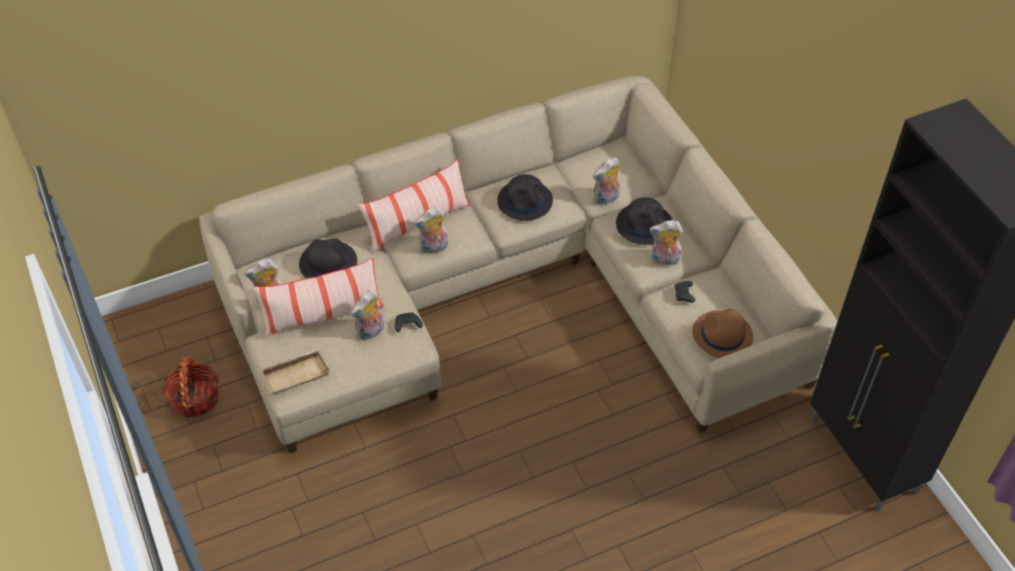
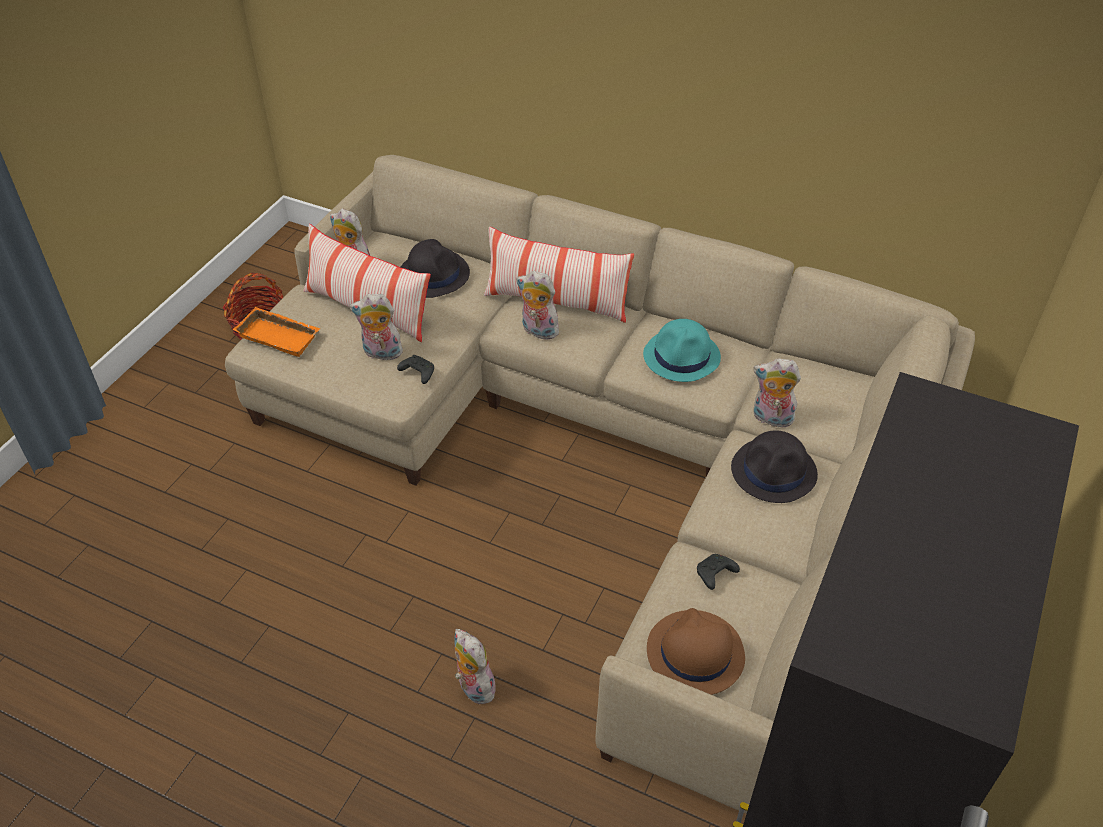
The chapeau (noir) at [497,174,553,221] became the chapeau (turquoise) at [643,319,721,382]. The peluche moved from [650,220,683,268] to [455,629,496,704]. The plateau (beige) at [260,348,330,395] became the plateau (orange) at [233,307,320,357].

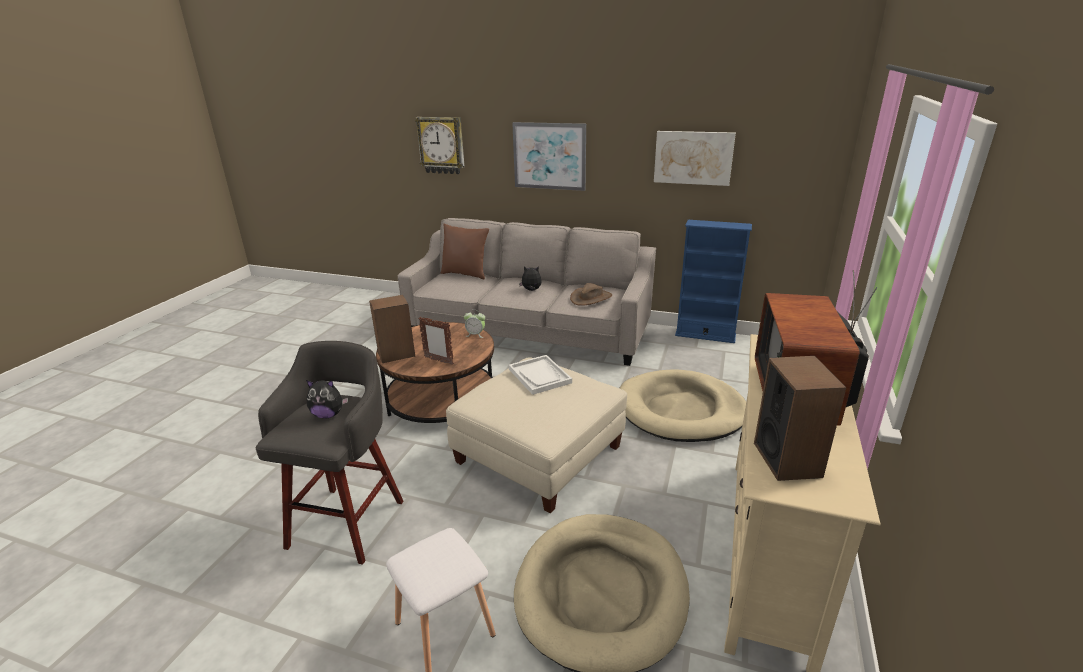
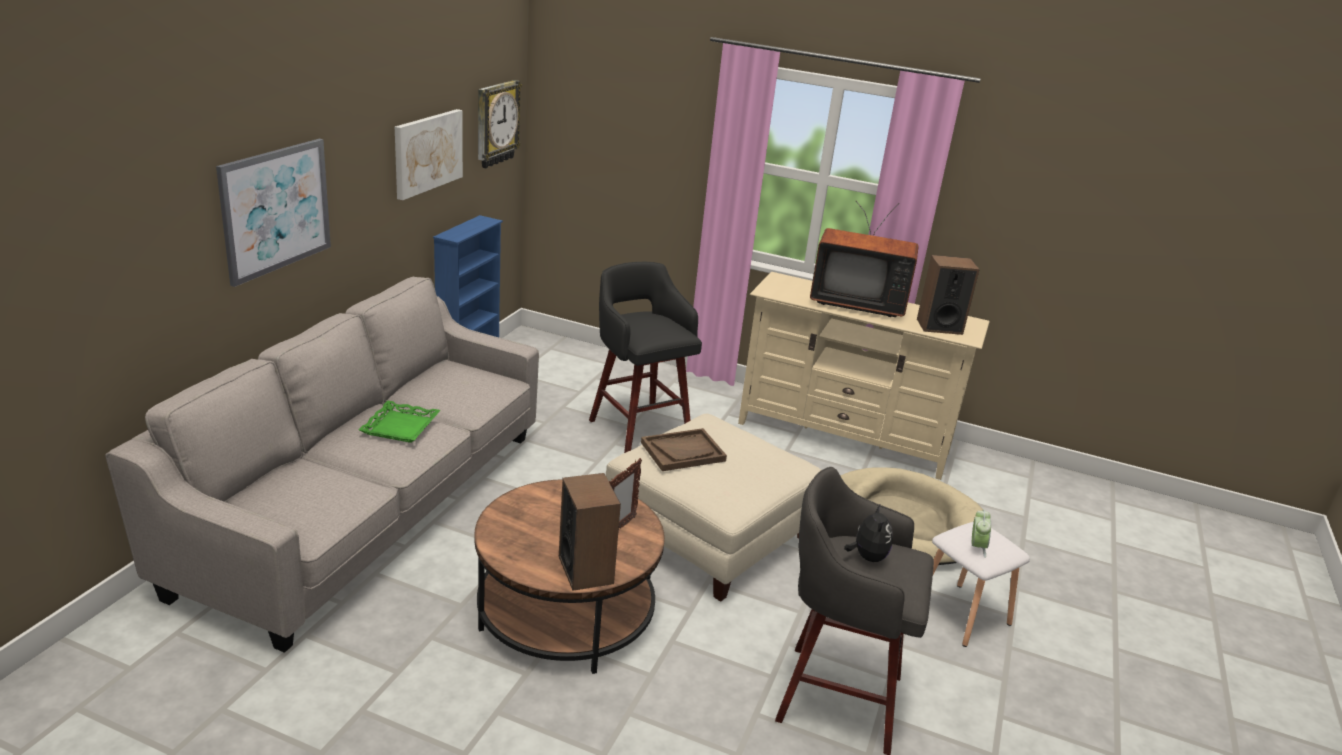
The horloge murale moved from [415,117,465,174] to [478,80,522,168]. The coussin (marron) at [441,224,489,279] disappeared. The peluche at [519,266,542,291] was replaced by the plateau (vert) at [358,401,441,443]. The chapeau (marron) at [570,283,612,306] disappeared. The réveil moved from [464,312,485,338] to [972,509,991,558]. The plateau (blanc) at [509,355,572,395] became the plateau (marron) at [641,428,727,471]. The panier pour chien (beige) at [619,369,746,442] was replaced by the tabouret (noir) at [589,262,702,453].

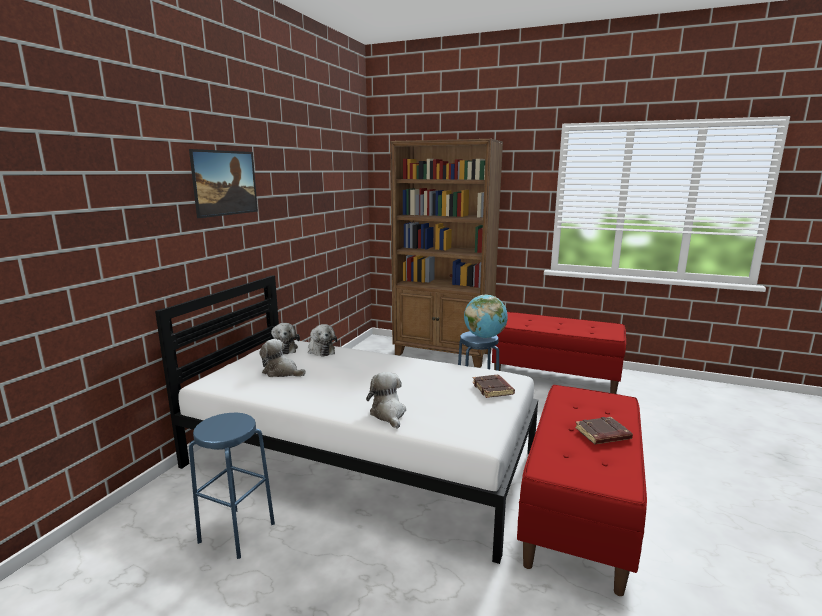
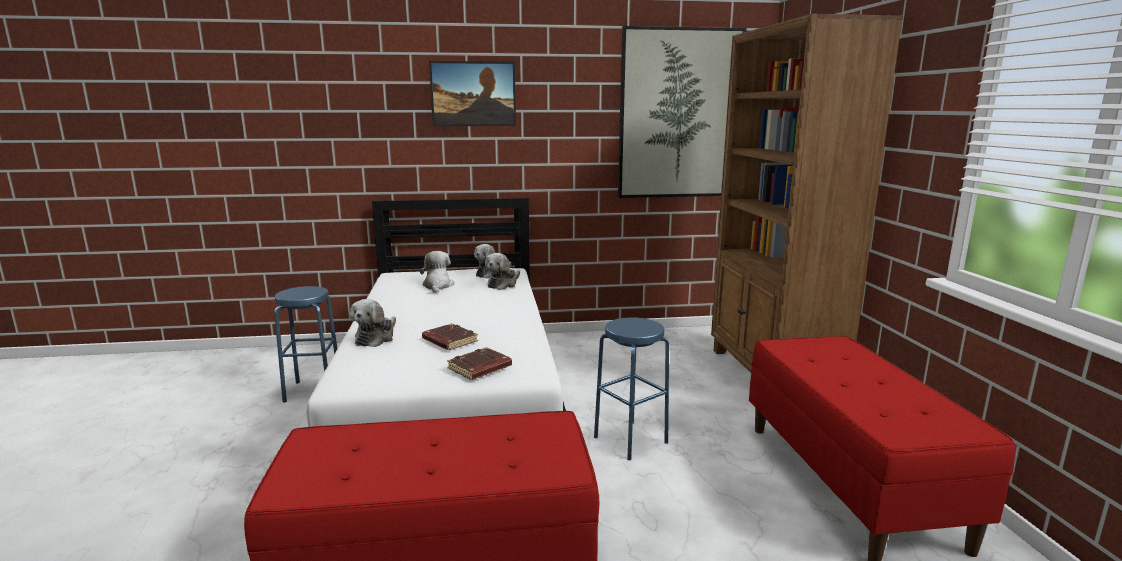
The globe at [464,295,508,338] disappeared. The peluche at [366,372,406,429] turned 150 degrees clockwise. The livre (marron) moved from [575,417,633,445] to [422,324,478,350]. The tableau at [618,26,747,198] appeared.

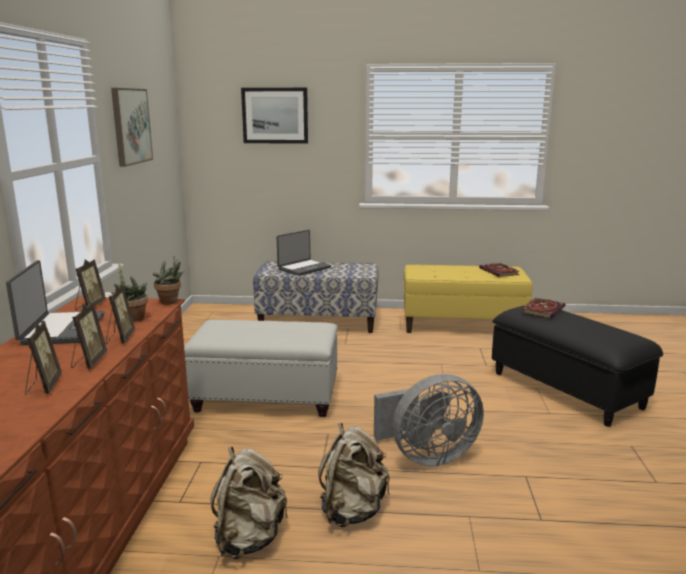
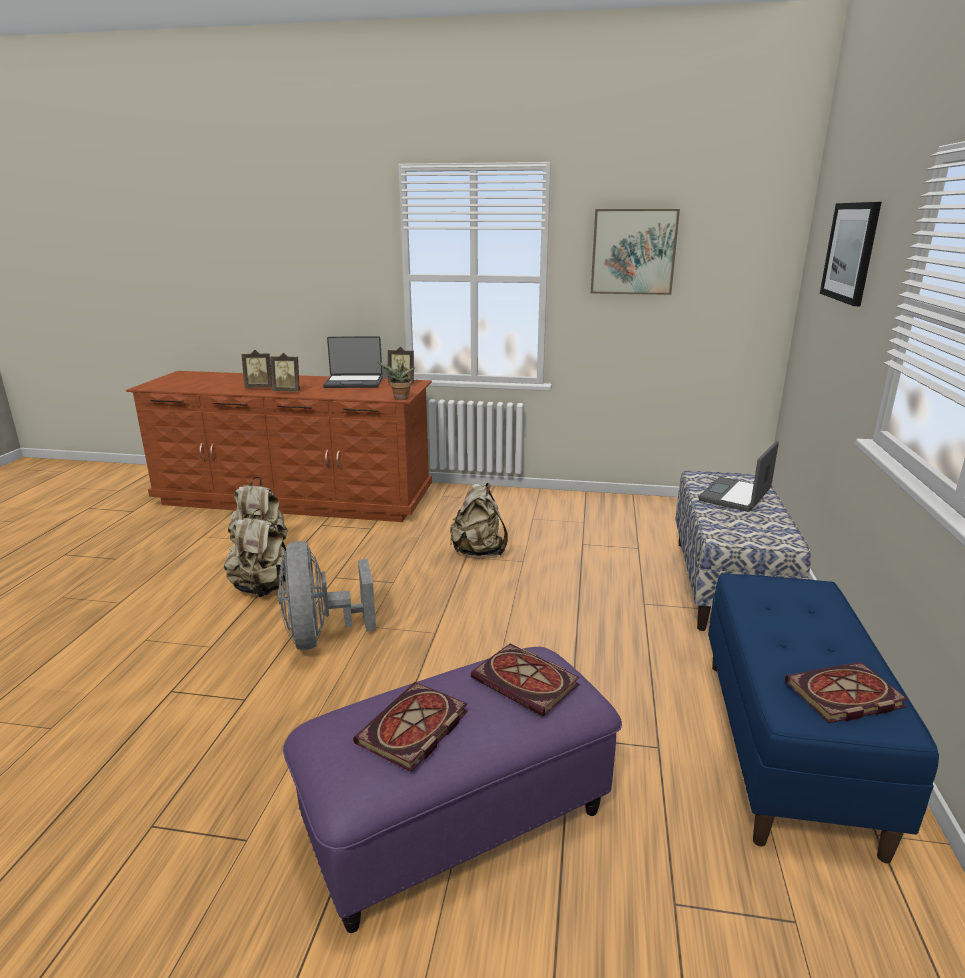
The ordinateur portable at [277,230,331,276] turned 75 degrees clockwise. The plante en pot at [111,262,148,322] disappeared. The banc (jaune) at [404,265,533,333] became the banc (bleu) at [708,573,939,863]. The cadre photo at [106,284,135,344] disappeared. The pouf (noir) at [492,306,663,427] became the pouf (violet) at [283,647,622,933]. The pouf (blanc) at [184,320,337,417] was replaced by the sac à dos (beige) at [450,483,508,556]. The livre at [353,682,468,772] appeared.

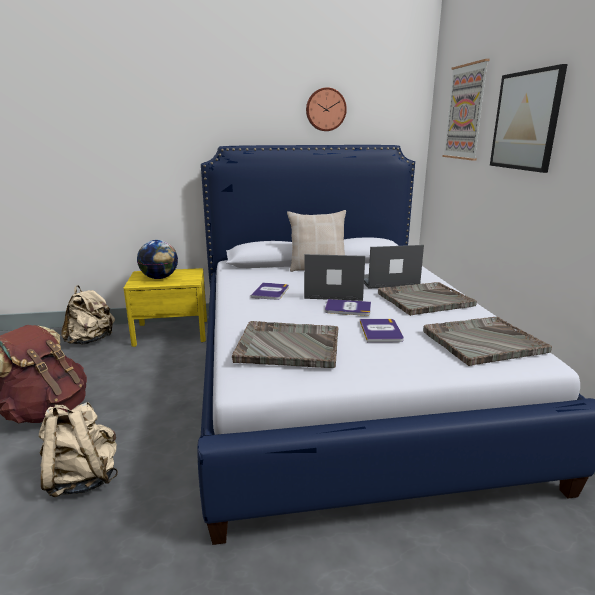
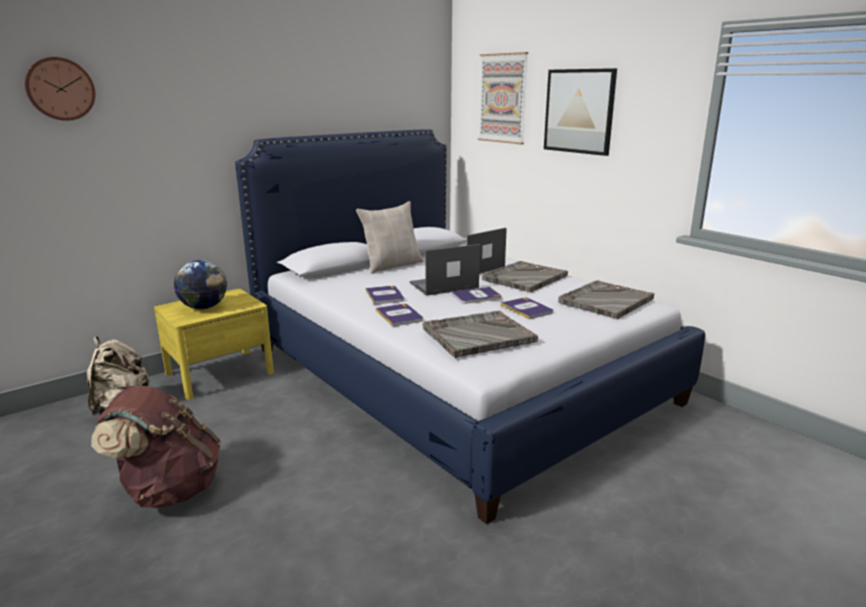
The horloge murale moved from [306,87,347,131] to [25,57,95,121]. The sac à dos (beige) at [39,402,118,497] disappeared. The livre at [376,304,423,327] appeared.

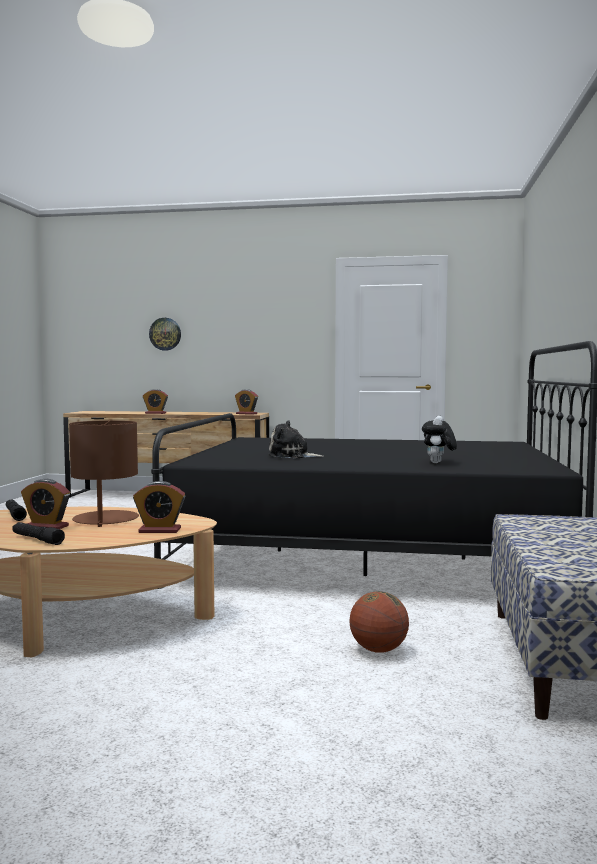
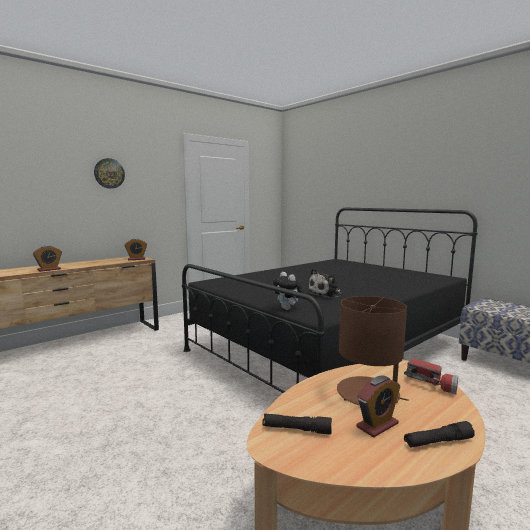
The horloge murale moved from [149,318,181,351] to [94,158,125,189]. The peluche moved from [422,416,457,463] to [272,272,304,310]. The réveil at [133,481,185,533] was replaced by the lampe de poche at [404,358,458,395]. The ballon de basket at [349,591,409,653] disappeared.

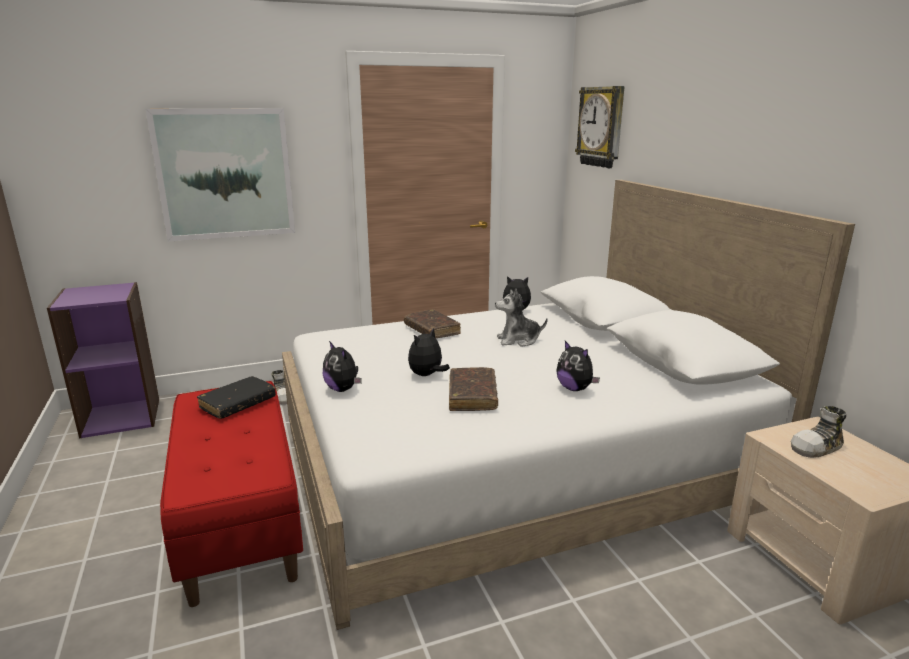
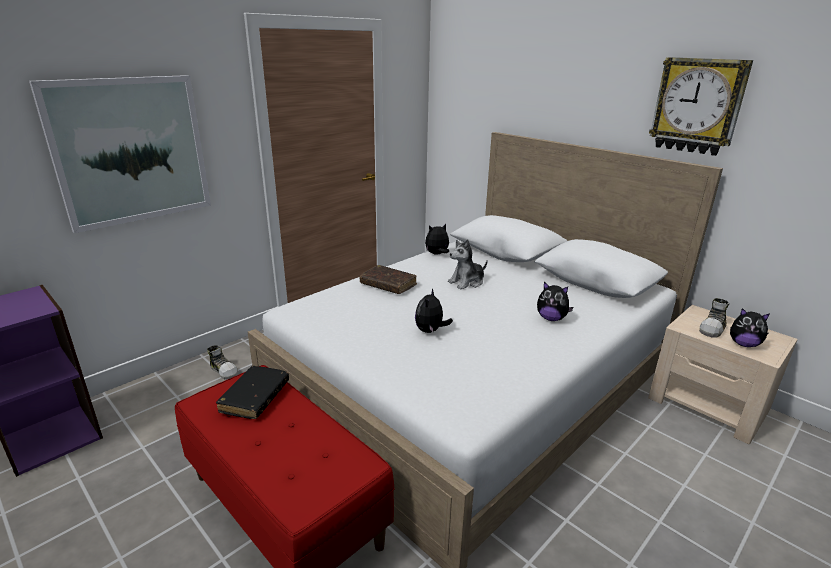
The horloge murale moved from [575,86,625,168] to [649,57,753,156]. The peluche moved from [323,341,362,392] to [730,308,770,347]. The livre (marron) at [449,367,498,411] disappeared.

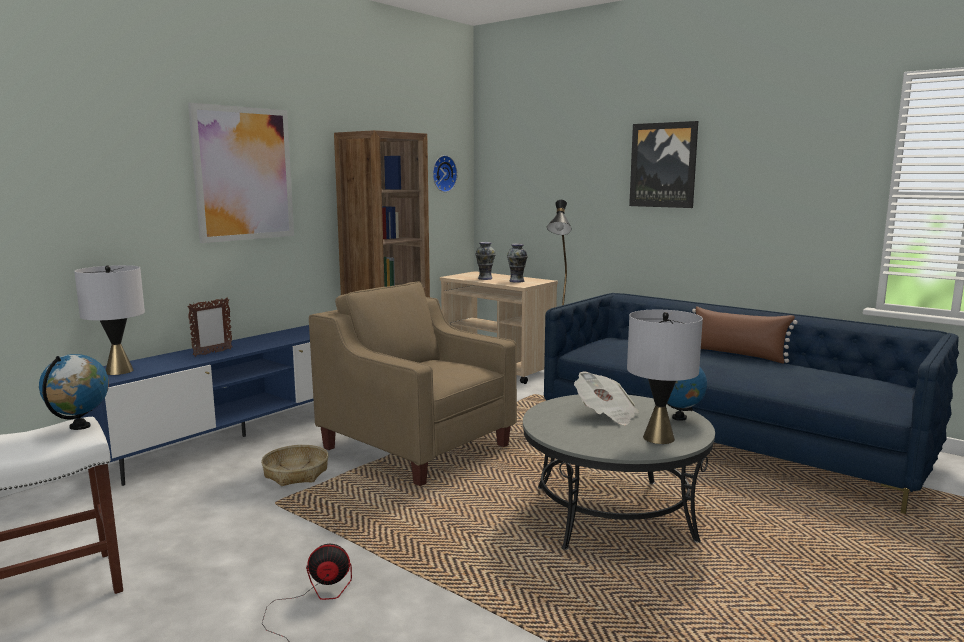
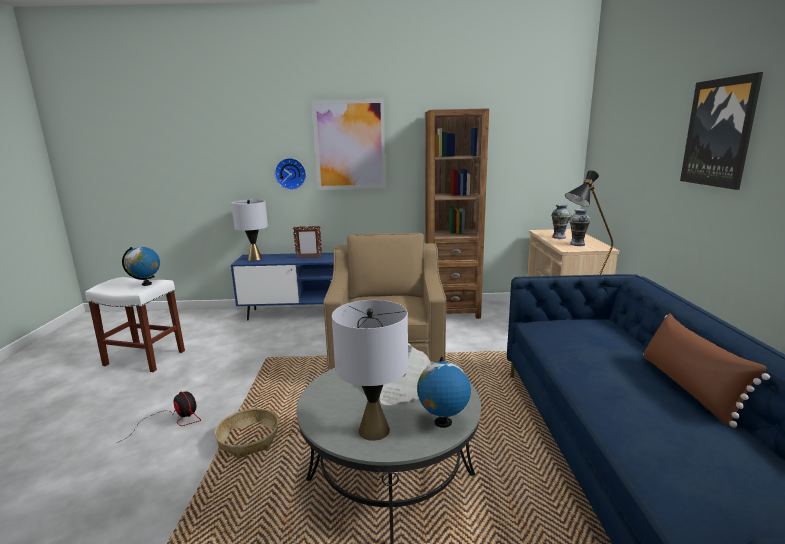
The horloge murale moved from [433,155,457,192] to [275,158,306,190]. The panier moved from [261,445,328,486] to [215,408,279,459].

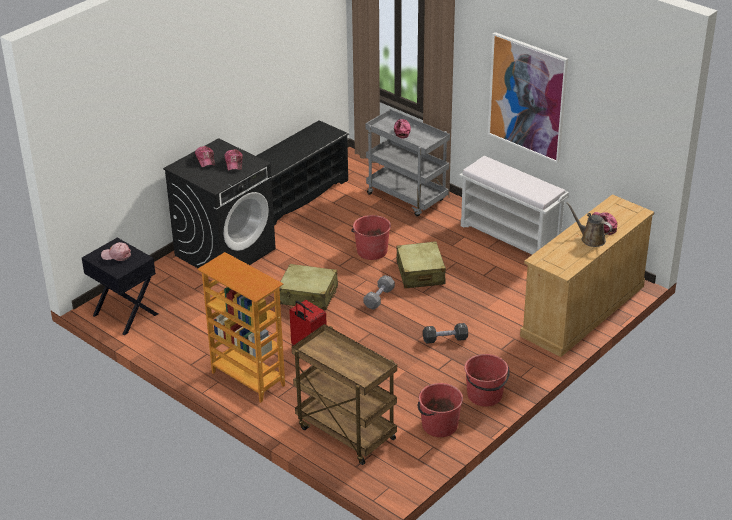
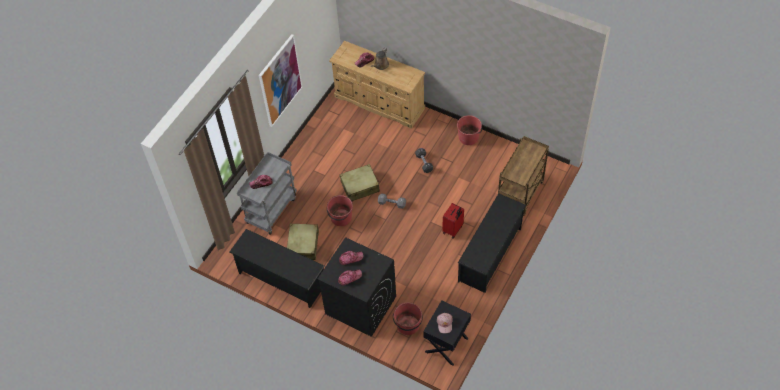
The banc (blanc) at [459,156,569,255] disappeared. The bibliothèque at [197,252,285,403] was replaced by the étagère à chaussures (noir) at [458,193,526,293]. The valise (beige) moved from [279,264,338,310] to [287,223,319,260]. The seau (rouge) moved from [418,383,463,437] to [393,302,423,335].

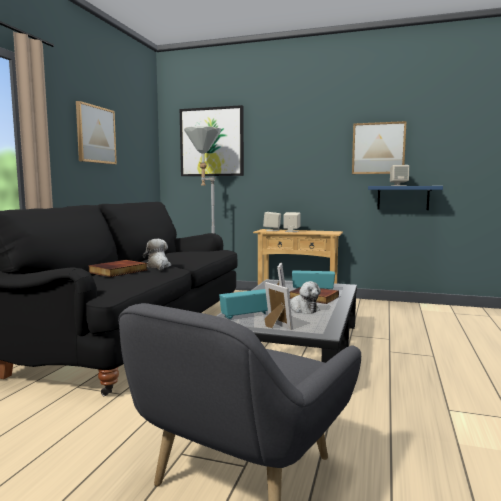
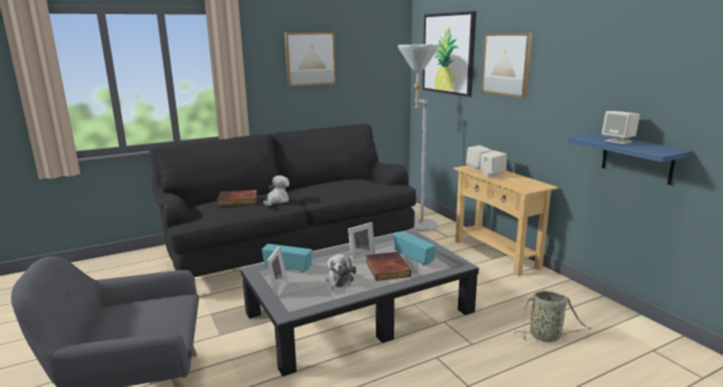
The tableau moved from [352,121,407,174] to [481,33,532,98]. The panier at [514,291,592,342] appeared.

